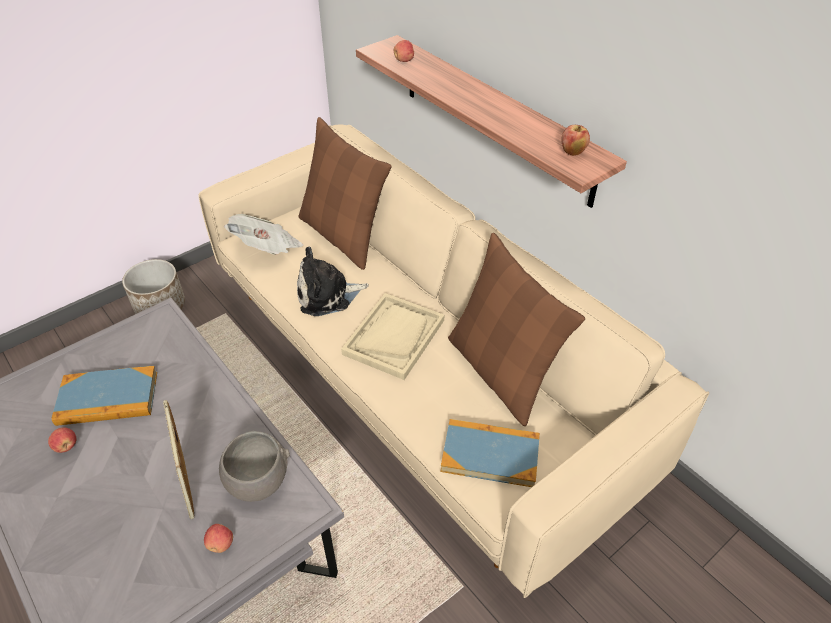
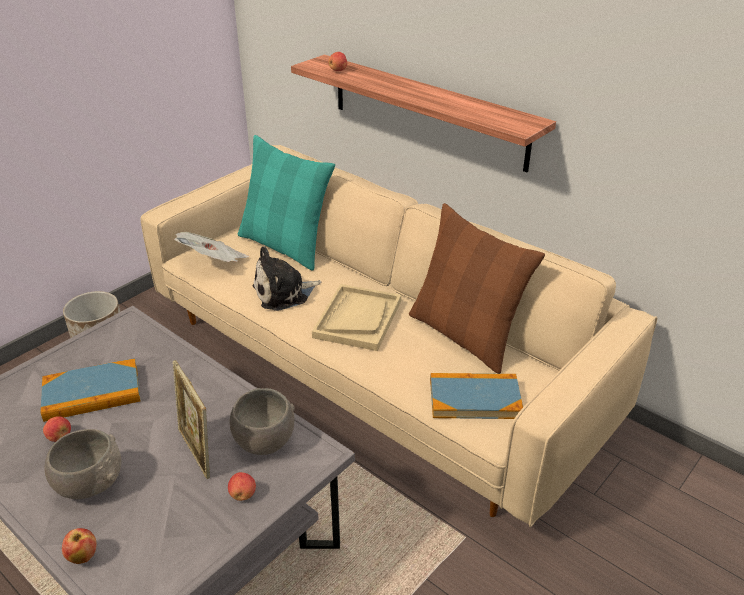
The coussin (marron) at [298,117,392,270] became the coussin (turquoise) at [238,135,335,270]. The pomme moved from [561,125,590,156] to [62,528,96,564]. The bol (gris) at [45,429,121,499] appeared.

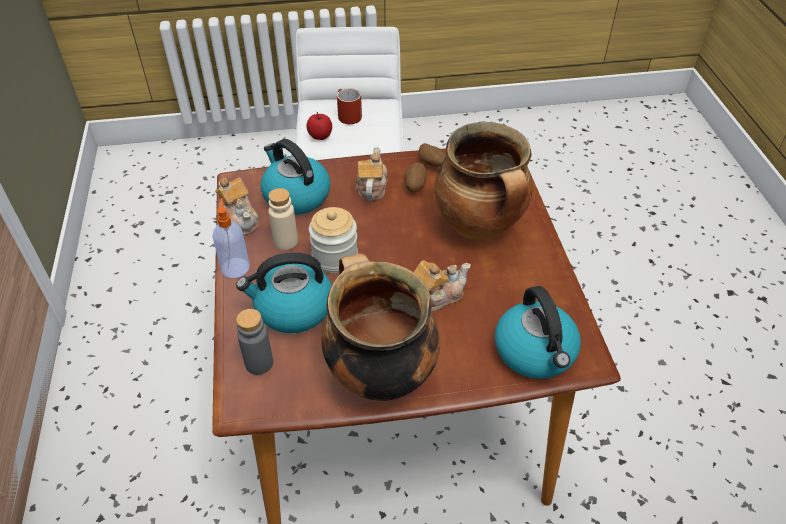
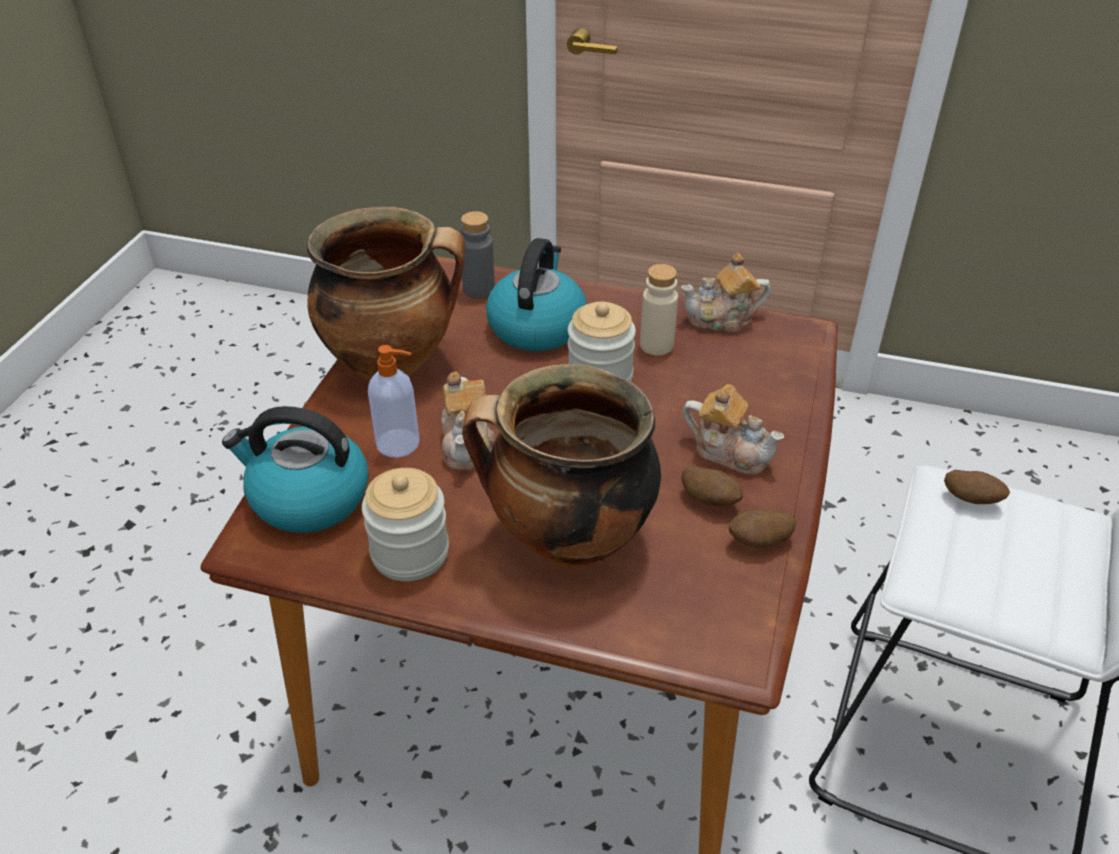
The mug (rouge) at [337,88,362,124] disappeared. The pomme at [306,112,332,140] was replaced by the pomme de terre at [944,470,1010,504]. The bouilloire at [261,139,330,215] disappeared. The distributeur de savon moved from [213,198,250,278] to [368,345,419,458]. The bocal at [362,468,449,581] appeared.

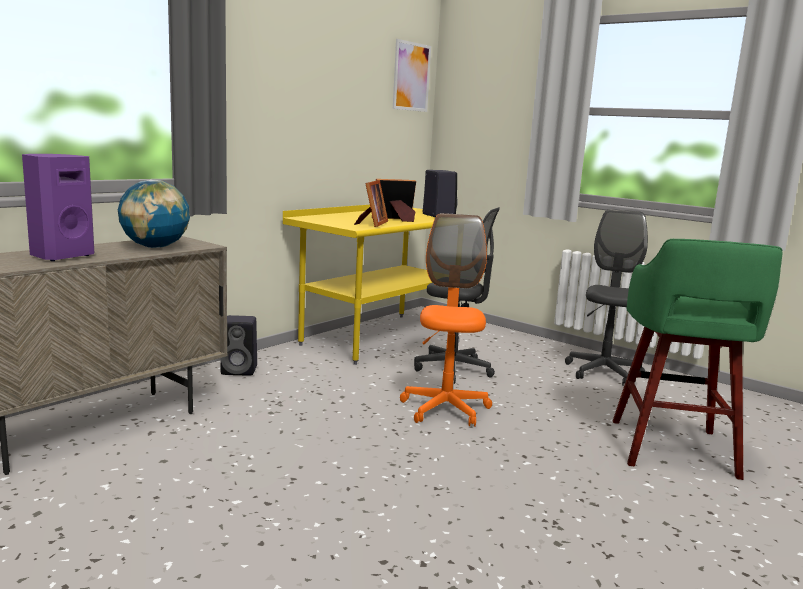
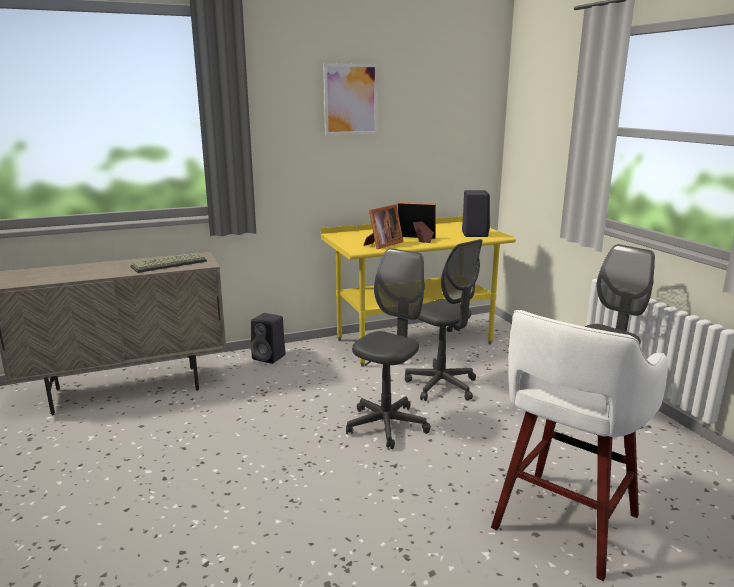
The tableau moved from [393,39,431,112] to [323,63,378,135]. The enceinte (violet) at [22,154,94,261] disappeared. The globe at [118,180,190,248] was replaced by the clavier at [130,253,207,273]. The chaise de bureau (orange) at [400,213,492,427] became the chaise de bureau (gris) at [346,248,431,449]. The tabouret (vert) at [613,239,783,480] became the tabouret (blanc) at [491,310,668,581].

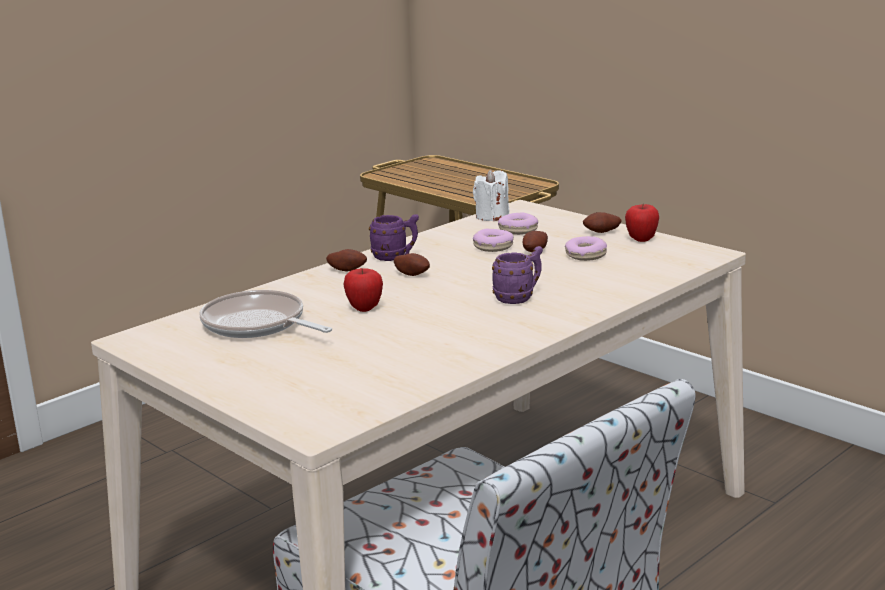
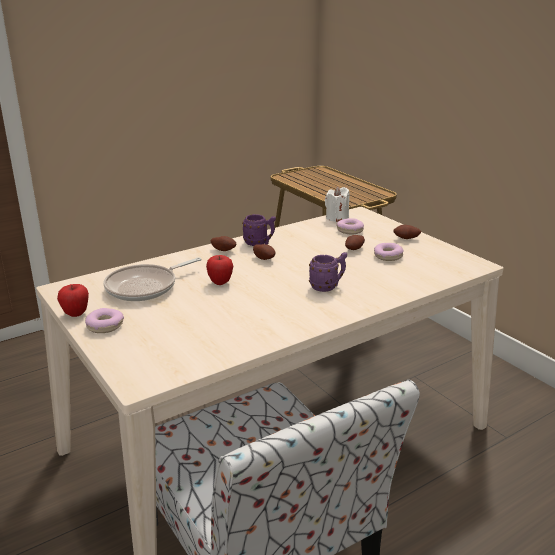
The pomme moved from [625,204,659,242] to [57,284,89,317]. The beignet moved from [473,229,514,252] to [85,308,124,333]. The poêle at [199,290,332,338] turned 90 degrees counterclockwise.

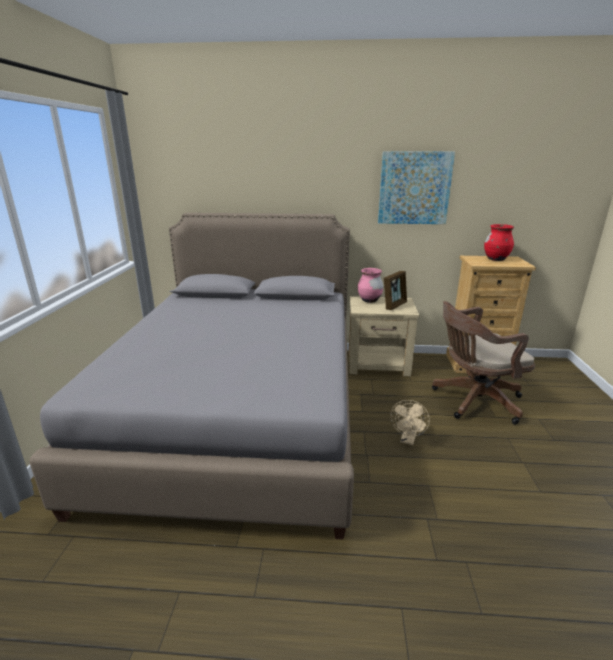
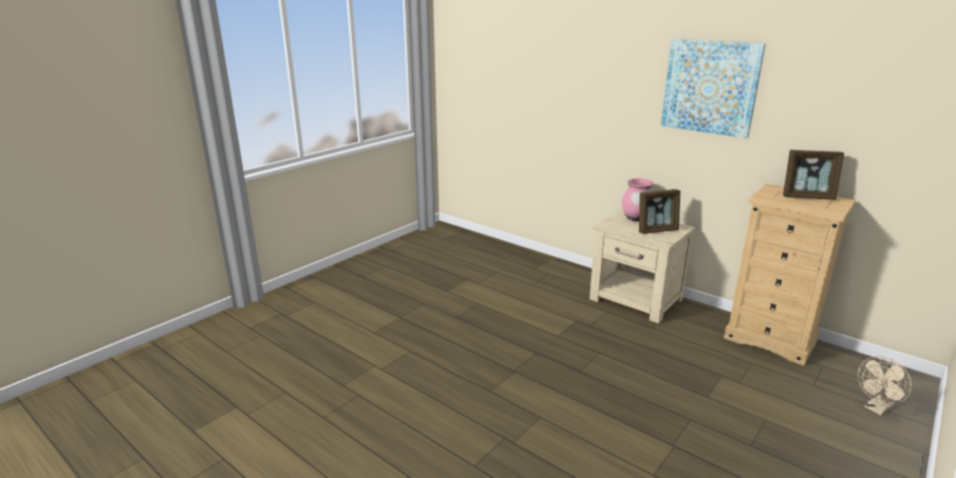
The lit (gris) at [29,213,354,540] disappeared. The vase (rouge) at [484,224,514,261] was replaced by the cadre photo at [783,150,844,200]. The chaise de bureau (marron) at [432,301,535,425] disappeared. The ventilateur (beige) moved from [390,400,430,445] to [858,356,912,415].

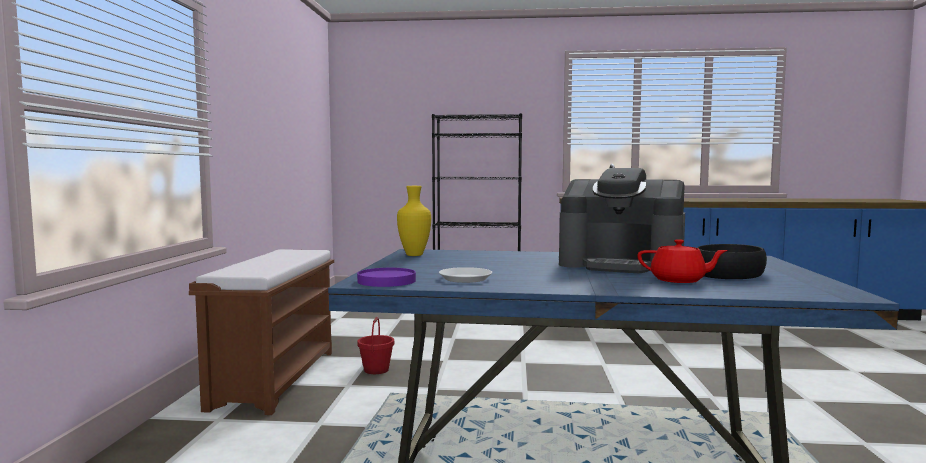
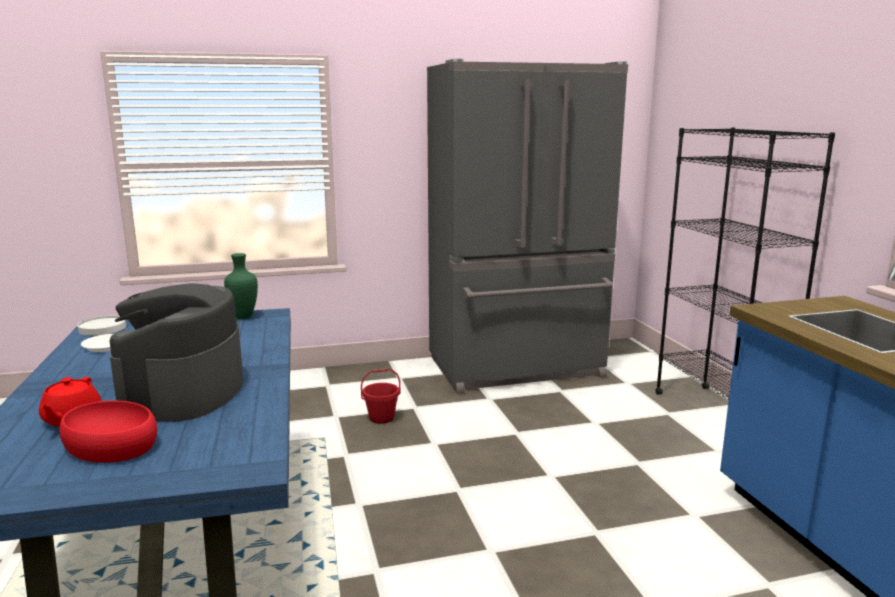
The vase (jaune) at [397,186,431,256] became the vase (vert) at [224,253,258,319]. The bol (noir) at [697,244,767,279] became the bol (rouge) at [59,401,157,463]. The banc (marron) at [189,249,334,415] disappeared. The assiette (violet) at [357,268,416,287] became the assiette (blanc) at [77,316,126,336]. The réfrigérateur (gris) at [427,59,628,393] appeared.

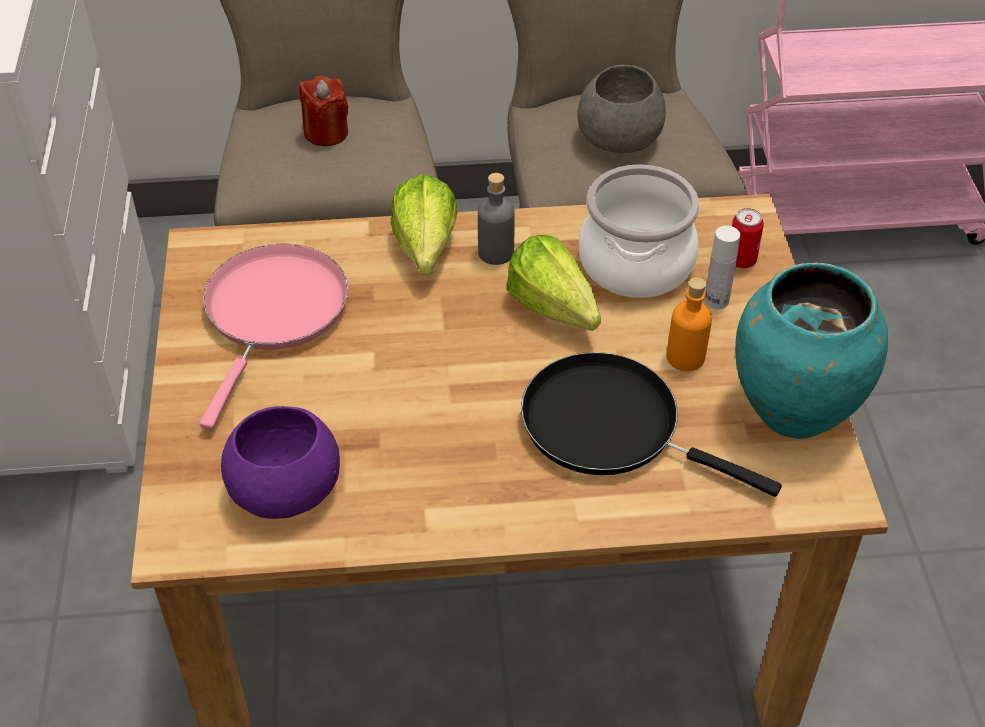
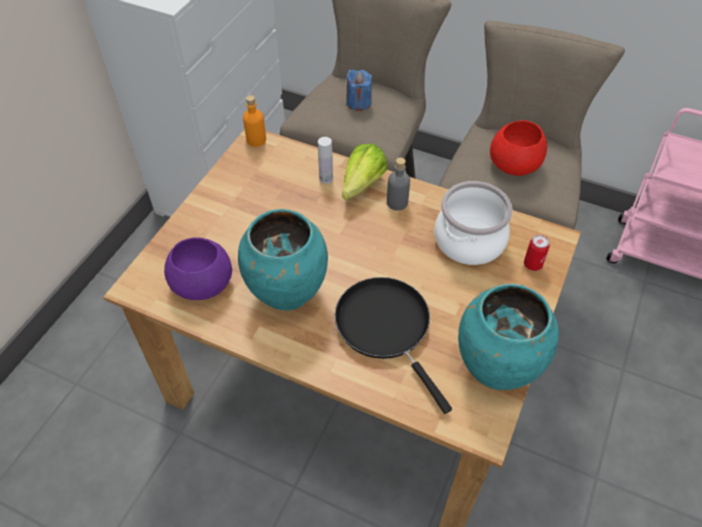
The bol (gris) at [577,65,666,154] became the bol (rouge) at [490,120,547,176]. The bougie (rouge) at [299,76,348,146] became the bougie (bleu) at [346,70,372,111]. The bouteille (blanc) moved from [704,226,740,309] to [318,137,333,184]. The laitue at [506,235,601,331] disappeared. The poêle (rose) at [199,244,348,429] disappeared. The bouteille (orange) moved from [667,277,712,371] to [243,95,266,147]. The vase (turquoise) at [238,209,328,311] appeared.

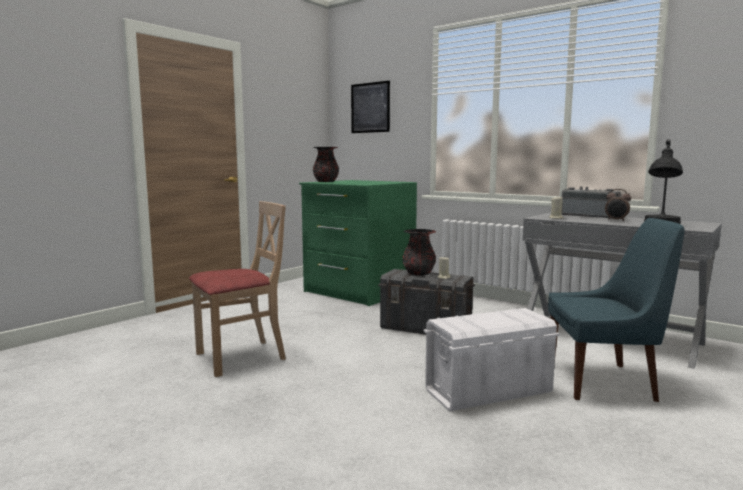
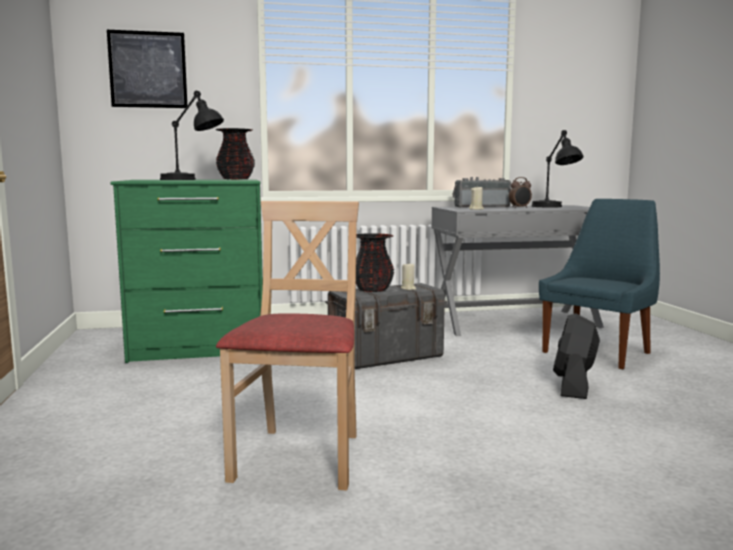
The vase (noir) moved from [313,147,339,182] to [215,128,255,180]. The boîte de rangement (blanc) at [424,308,560,412] was replaced by the ventilateur (noir) at [553,313,600,399]. The lampe de table (noir) at [160,91,224,180] appeared.

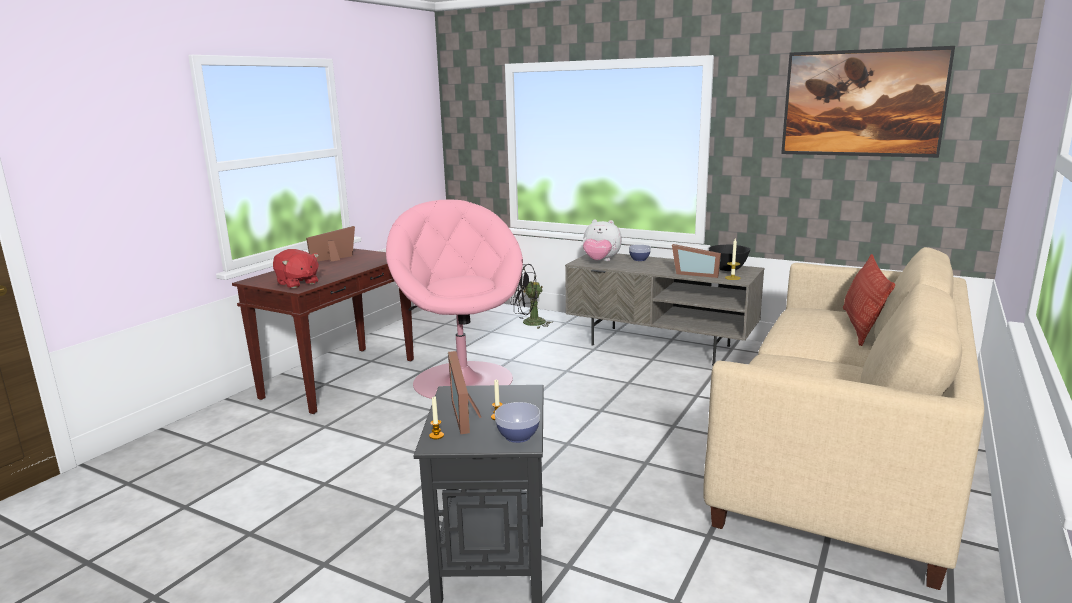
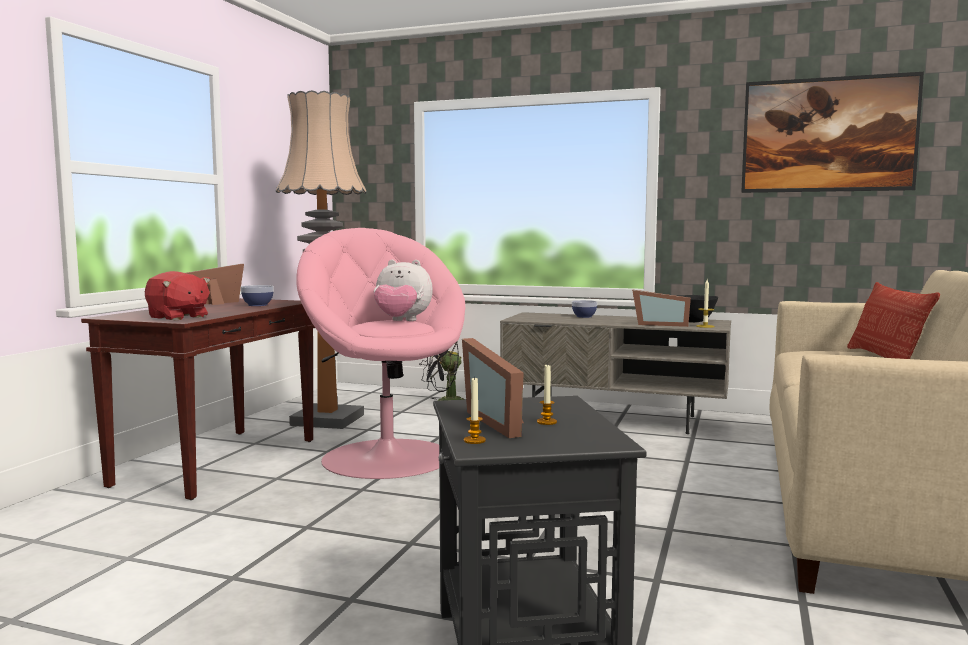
The peluche moved from [583,219,622,261] to [374,260,433,321]. The bol moved from [495,402,540,443] to [241,285,274,306]. The lampadaire at [275,90,367,429] appeared.

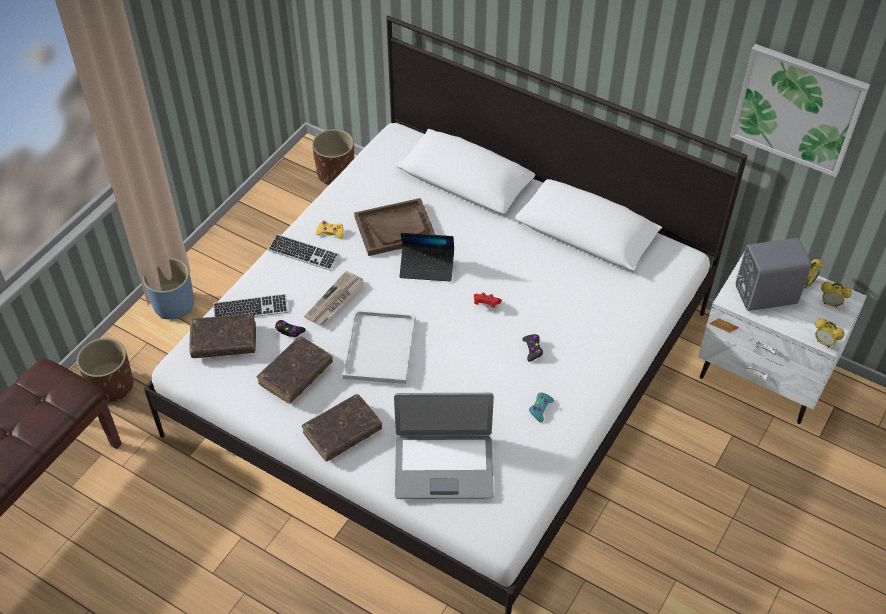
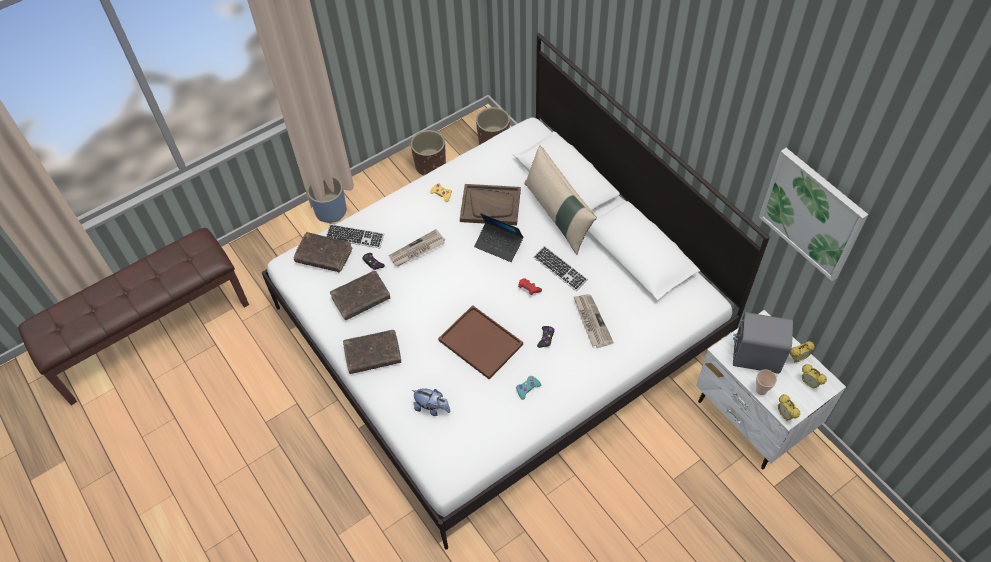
The clavier moved from [268,234,339,271] to [533,246,588,291]. The plateau (blanc) at [343,310,416,384] disappeared. The cache-pot (marron) moved from [77,338,133,402] to [411,130,446,176]. The ordinateur portable at [394,393,494,499] was replaced by the peluche at [412,388,450,416]. The coussin (beige) at [524,146,597,255] appeared. The journal at [573,294,614,348] appeared. The plateau (marron) at [438,305,523,379] appeared. The tasse at [756,369,777,395] appeared.

